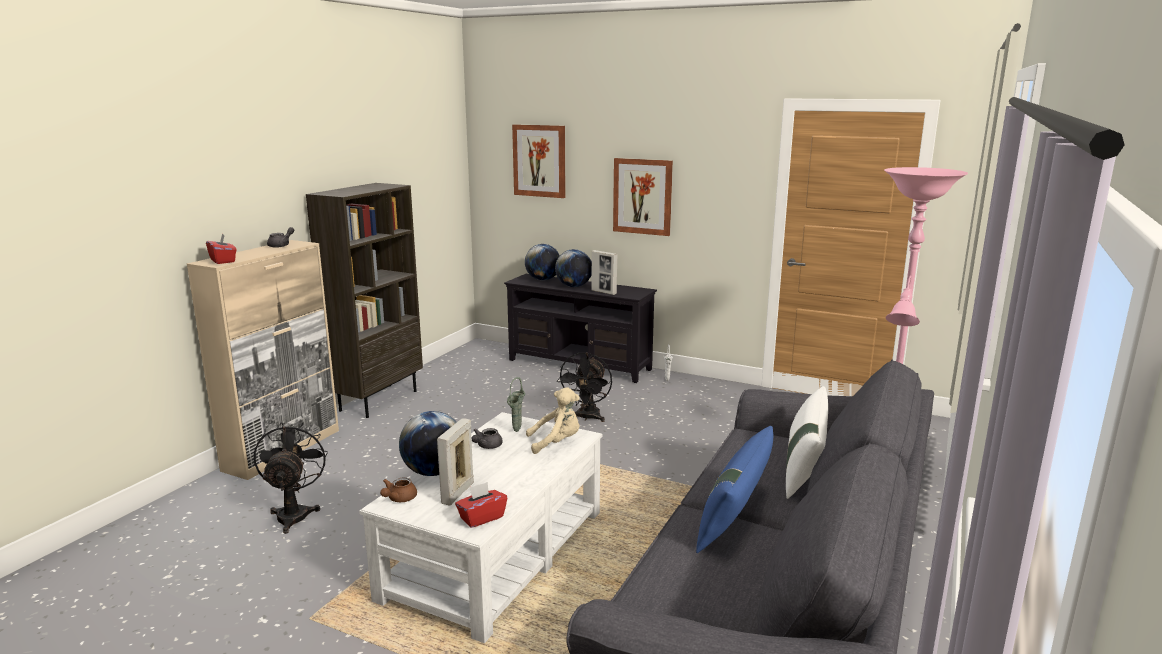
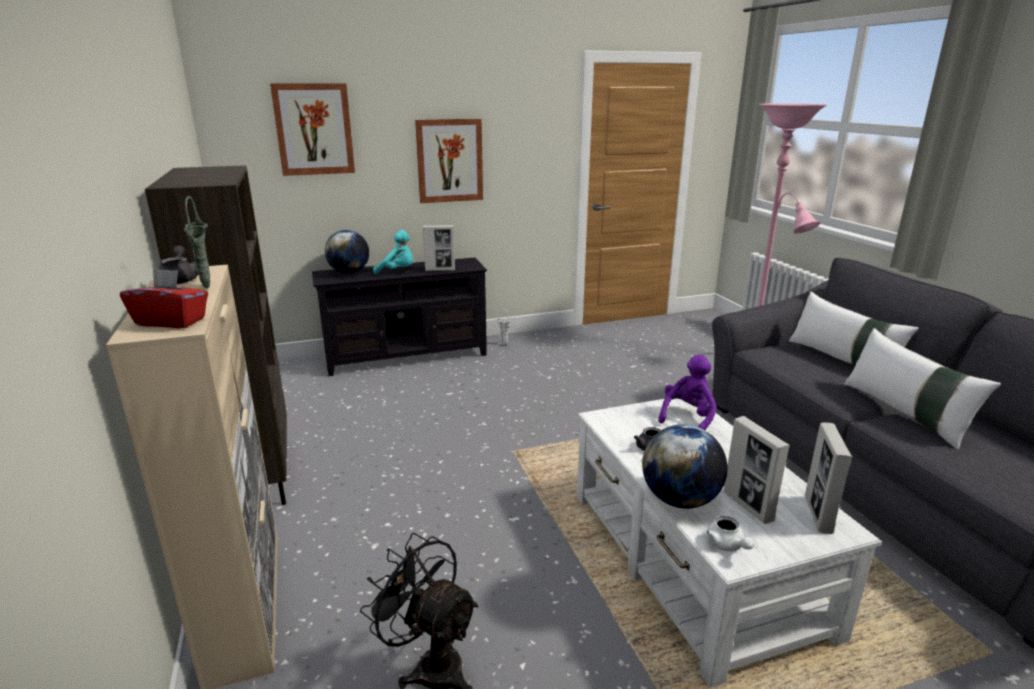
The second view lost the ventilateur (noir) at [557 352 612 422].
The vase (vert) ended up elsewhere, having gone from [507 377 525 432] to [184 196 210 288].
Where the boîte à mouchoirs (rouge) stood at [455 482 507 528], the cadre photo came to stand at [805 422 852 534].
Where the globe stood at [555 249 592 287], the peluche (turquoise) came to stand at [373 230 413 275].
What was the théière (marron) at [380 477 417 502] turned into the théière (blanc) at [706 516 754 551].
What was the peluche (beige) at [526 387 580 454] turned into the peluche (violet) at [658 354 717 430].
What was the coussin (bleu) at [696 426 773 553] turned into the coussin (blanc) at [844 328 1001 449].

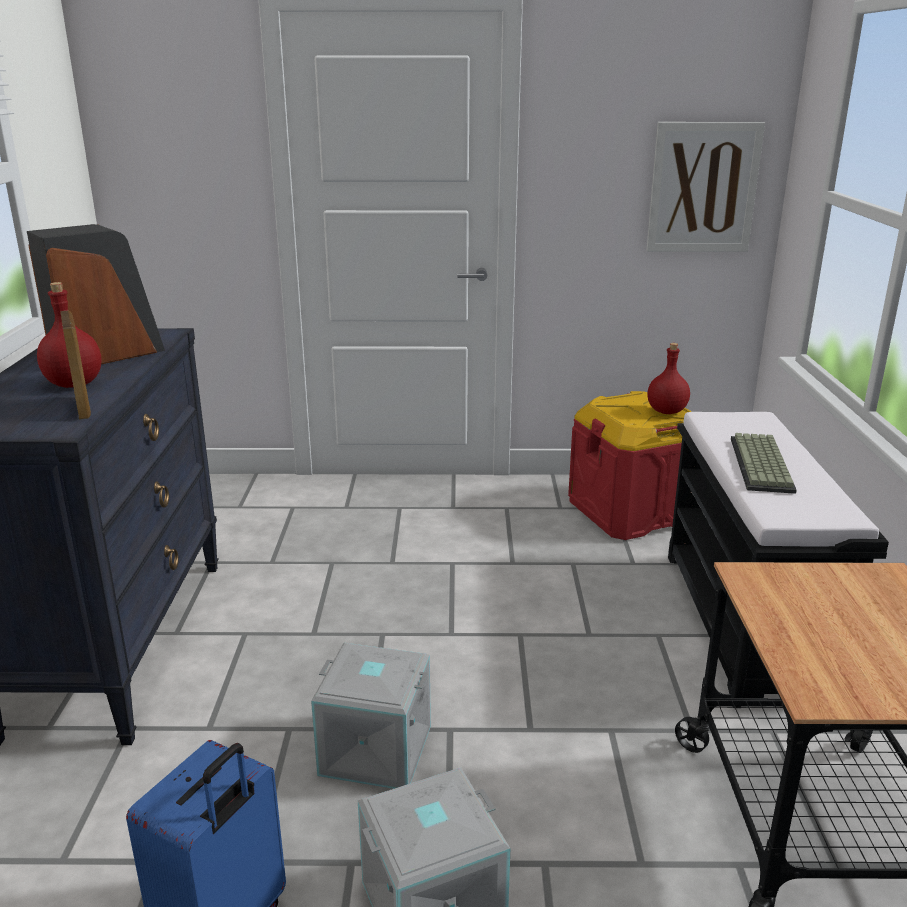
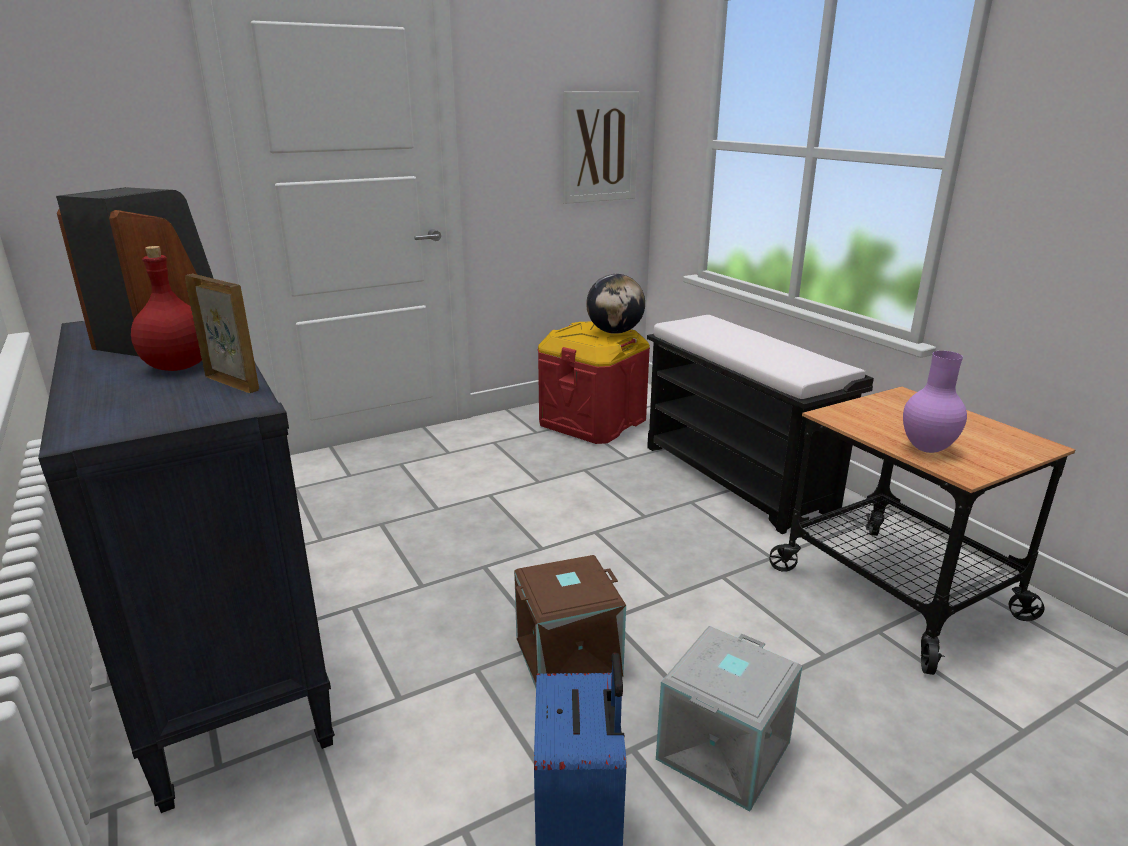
The second view lost the clavier at [731 433 797 494].
The second view gained the vase (violet) at [903 351 967 453].
Where the bouteille (rouge) stood at [648 343 690 414], the globe came to stand at [586 274 645 334].
What was the boîte de rangement (gris) at [311 643 431 789] turned into the boîte de rangement (marron) at [514 555 626 688].

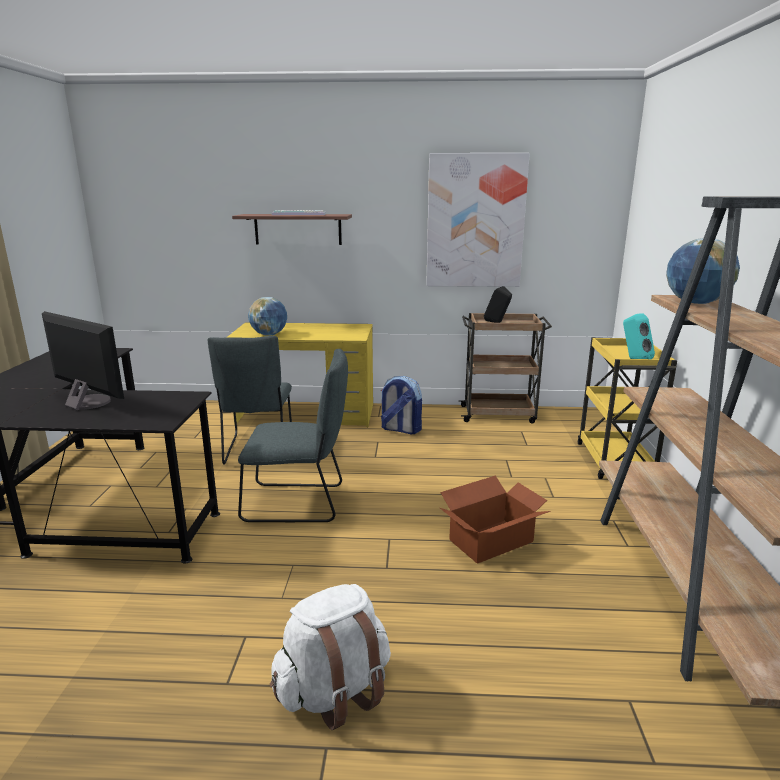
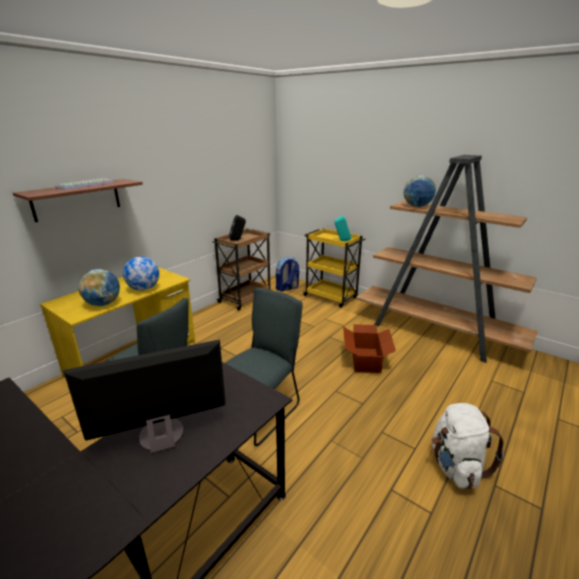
The second view lost the tableau at [426 153 530 287].
The second view gained the globe at [123 256 159 291].
The sac à dos ended up elsewhere, having gone from [381 376 422 434] to [276 257 299 292].

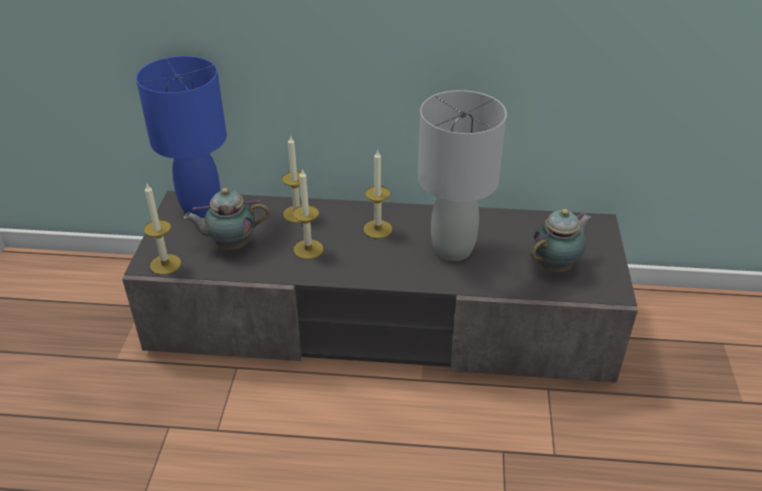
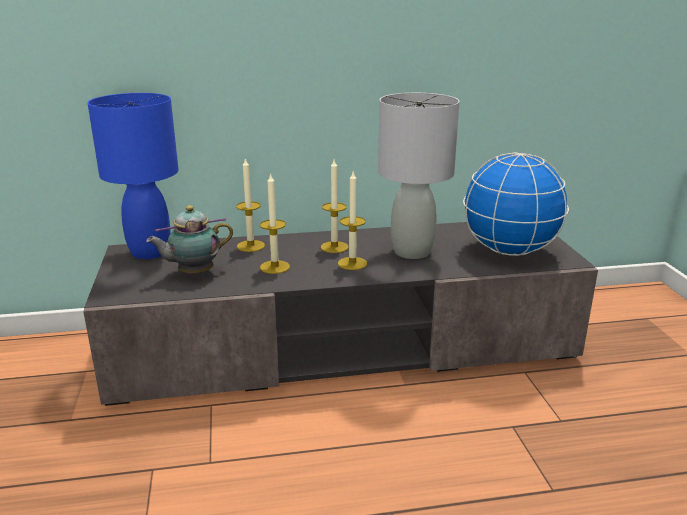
The bougie ended up elsewhere, having gone from [143 184 181 275] to [338 172 367 270].
Where the théière stood at [531 209 592 272], the globe came to stand at [463 152 569 256].

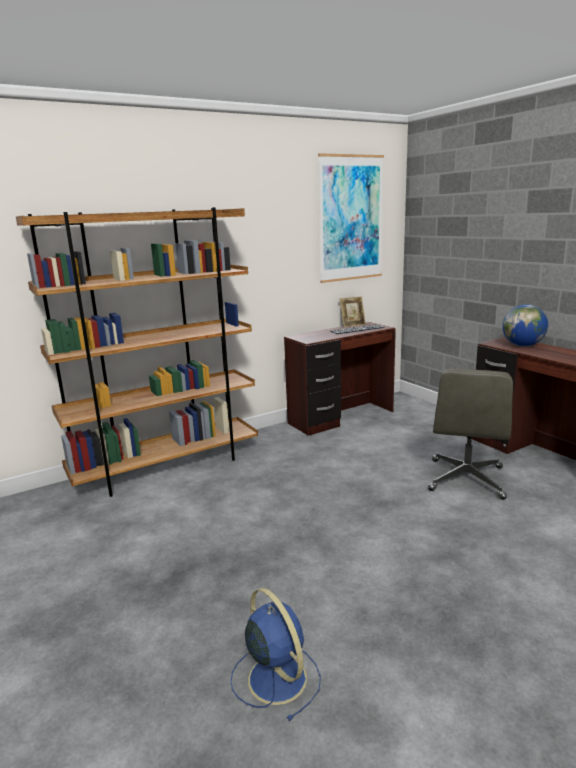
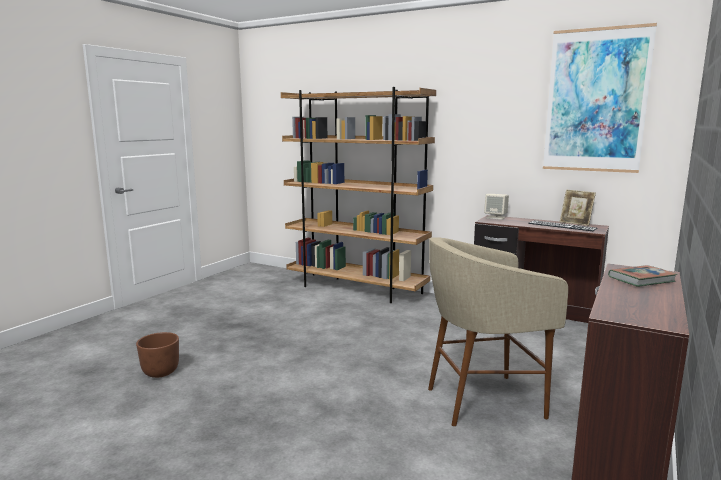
The second view gained the enceinte (beige) at [484 194 509 220].
Where the ventilateur (bleu) stood at [230 588 321 721], the cache-pot (marron) came to stand at [136 332 179 378].
Where the chaise de bureau (gris) stood at [428 369 513 500], the tabouret (beige) came to stand at [428 237 568 426].
Where the globe stood at [502 305 548 347], the livre came to stand at [608 265 677 287].

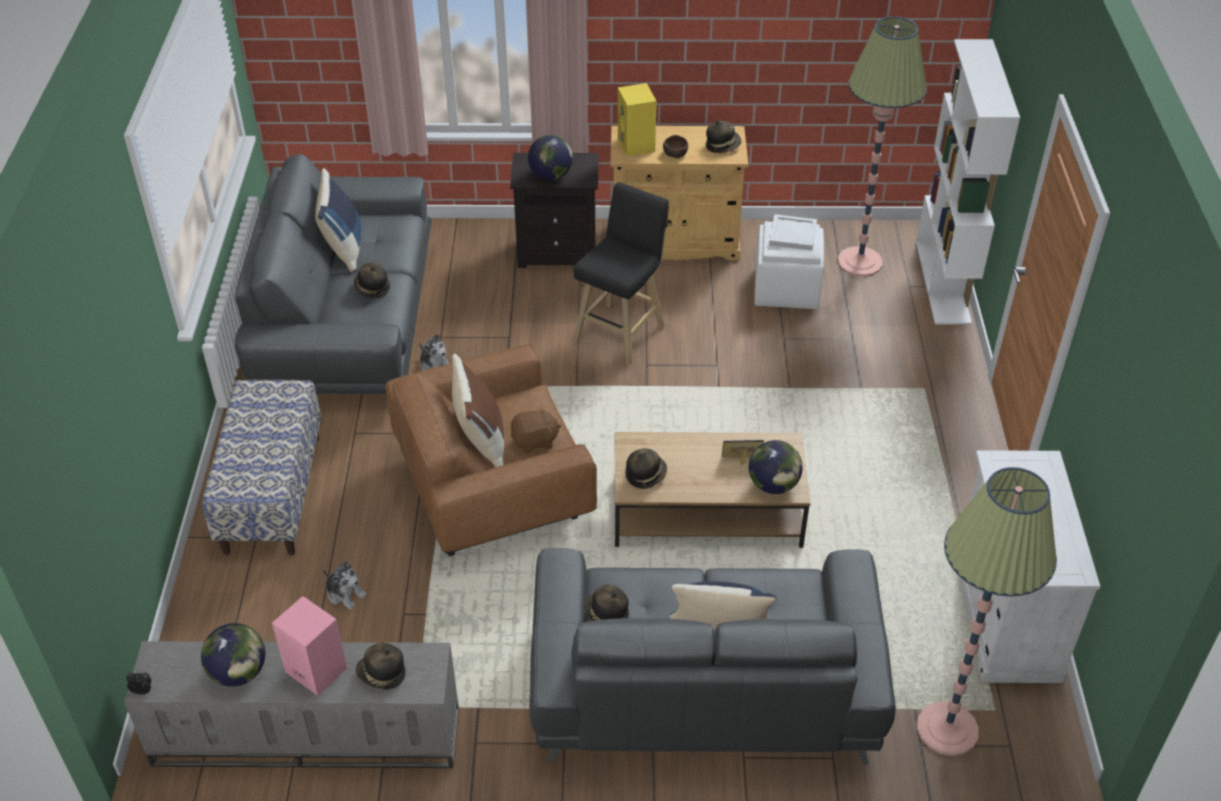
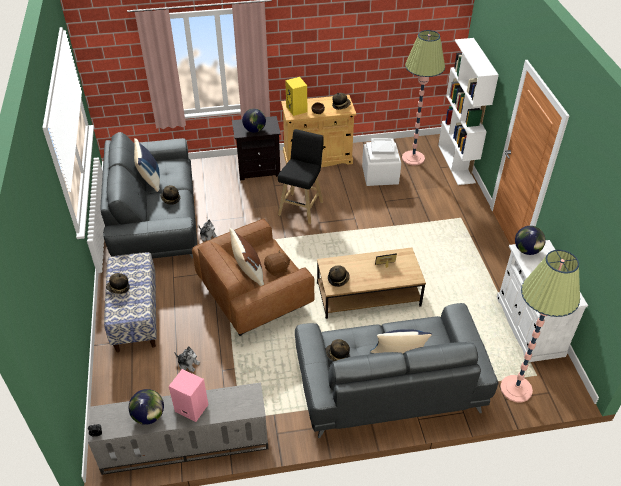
The chapeau ended up elsewhere, having gone from [356 643 406 690] to [106 273 130 294].
The globe ended up elsewhere, having gone from [749 440 803 494] to [515 226 546 255].

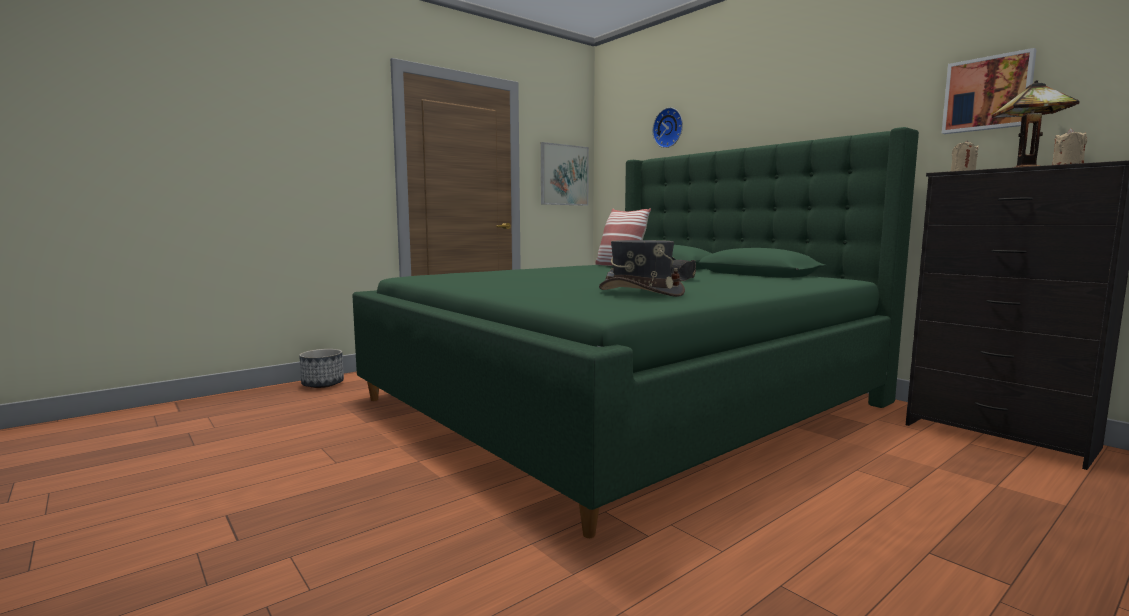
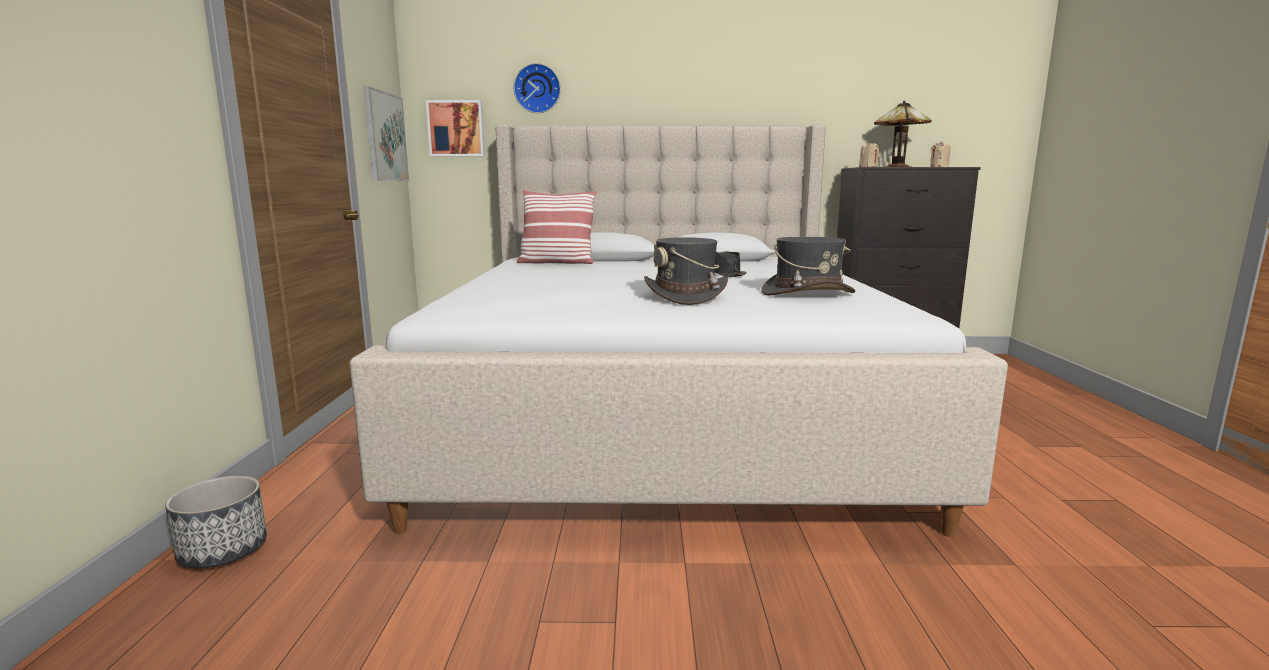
The second view gained the chapeau (gris) at [644 237 728 305].
The tableau ended up elsewhere, having gone from [942 48 1036 134] to [426 100 485 157].
What was the lit (vert) at [352 127 919 538] turned into the lit (beige) at [350 125 1008 537].

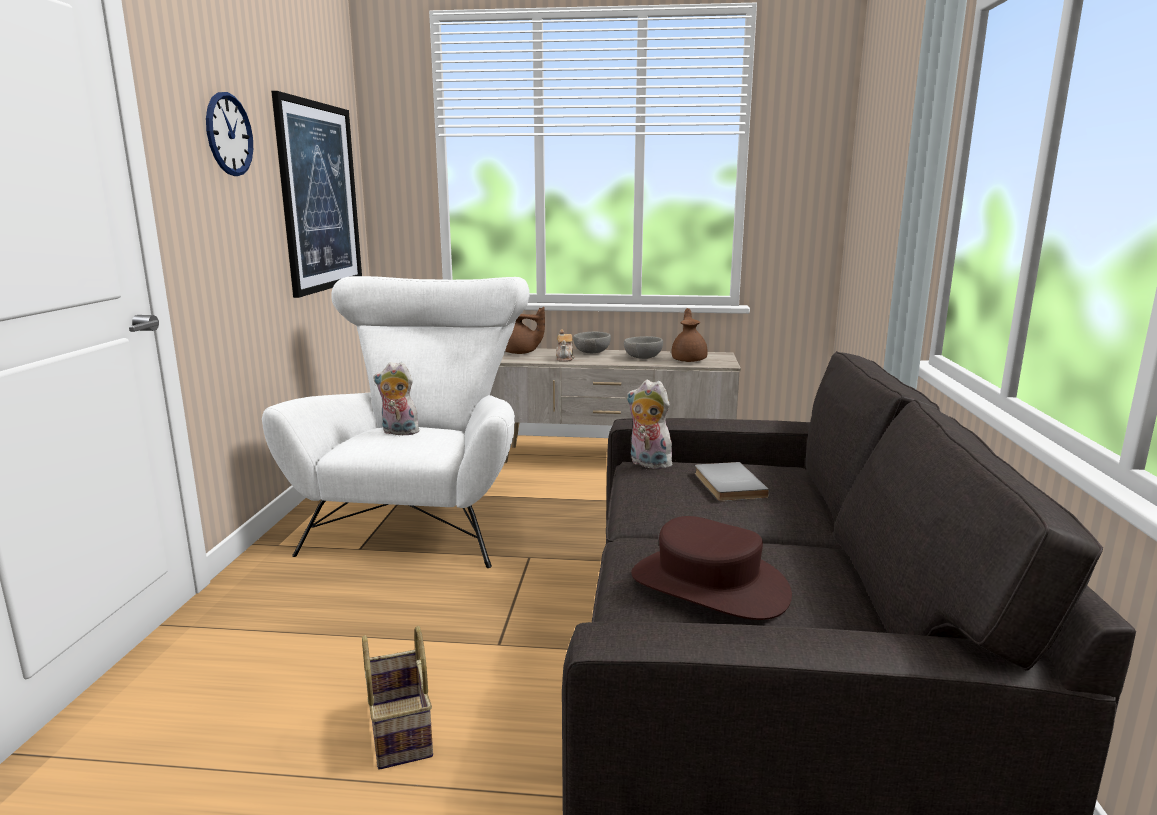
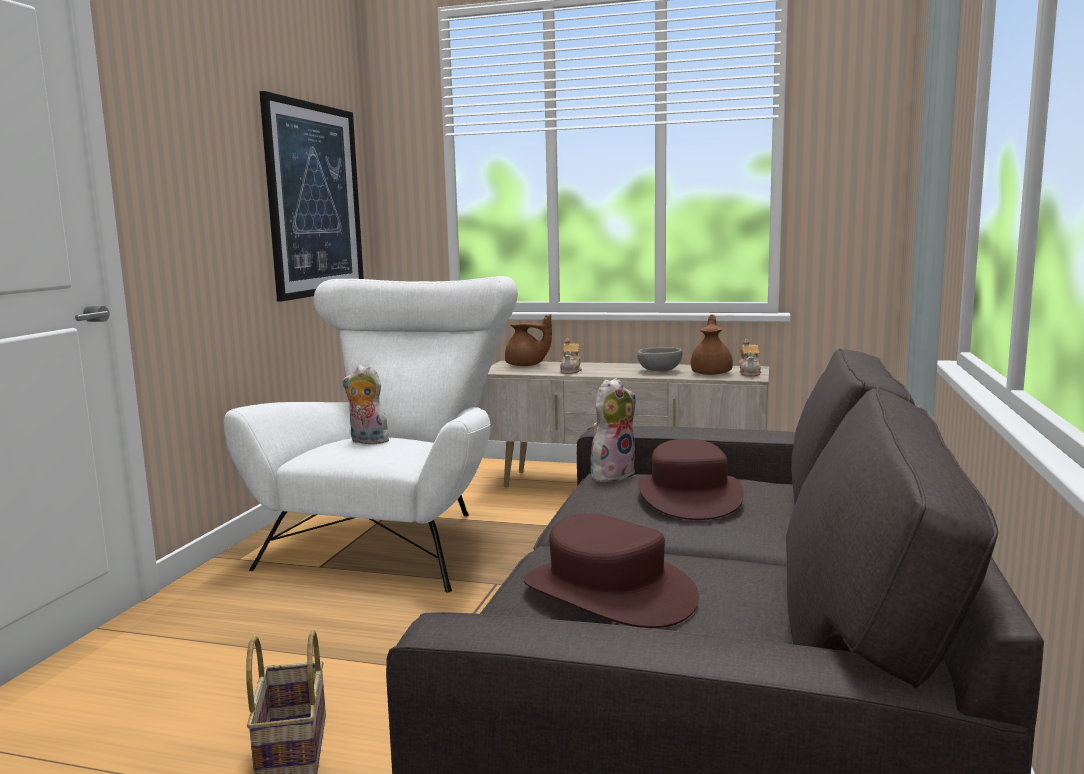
The second view lost the horloge murale at [206 92 253 176].
The second view lost the bol (gris) at [573 332 611 354].
The second view gained the théière at [739 339 762 376].
Where the livre (gris) stood at [695 462 769 501], the chapeau (marron) came to stand at [638 439 744 520].
The peluche at [627 380 672 469] ended up facing another way, 90 degrees clockwise from before.

